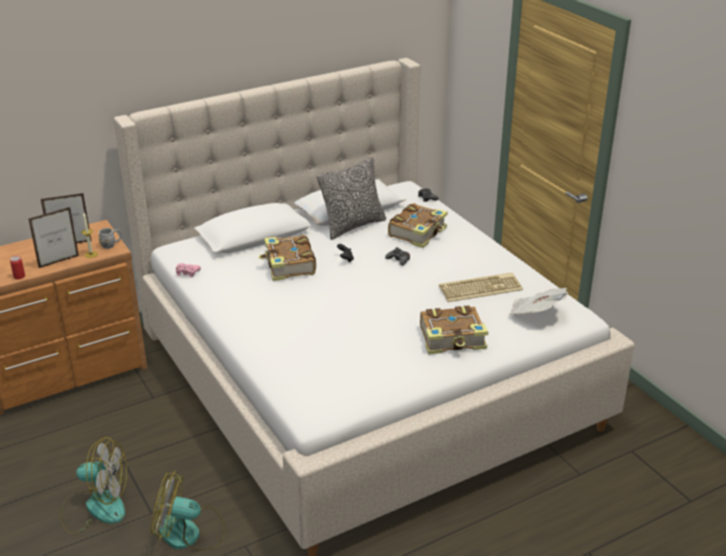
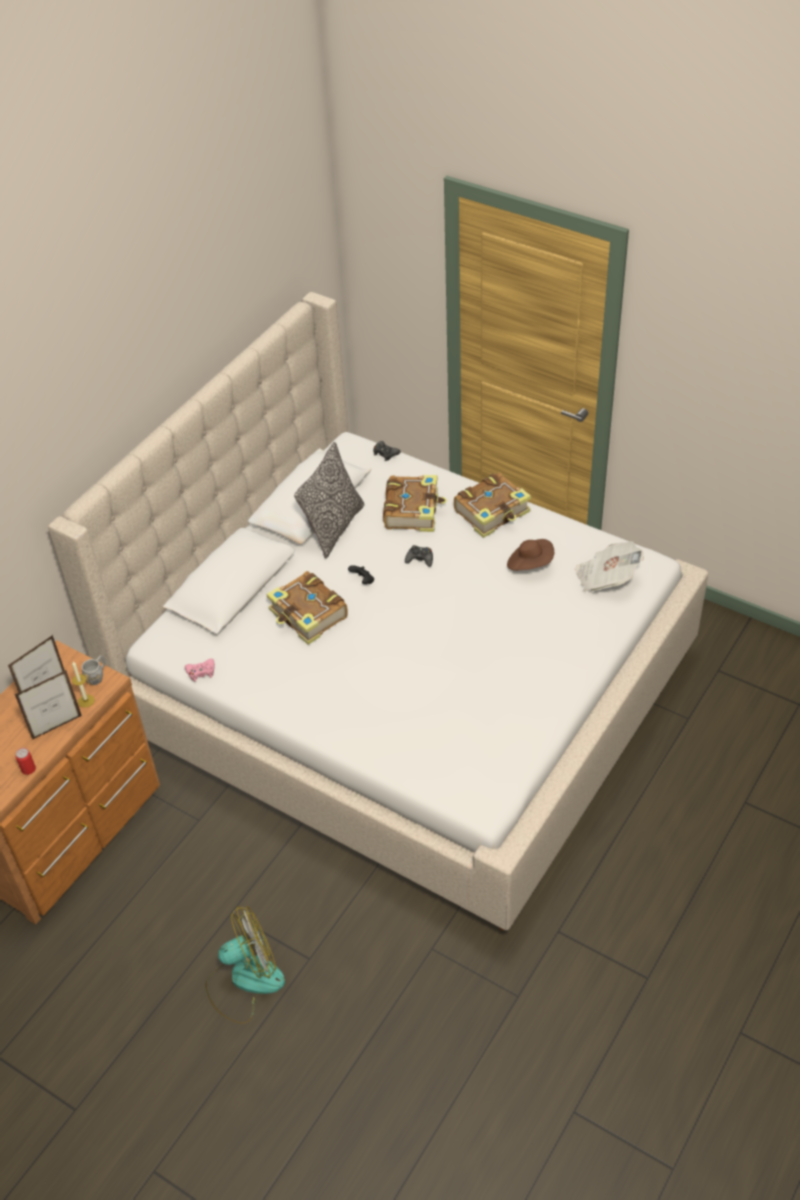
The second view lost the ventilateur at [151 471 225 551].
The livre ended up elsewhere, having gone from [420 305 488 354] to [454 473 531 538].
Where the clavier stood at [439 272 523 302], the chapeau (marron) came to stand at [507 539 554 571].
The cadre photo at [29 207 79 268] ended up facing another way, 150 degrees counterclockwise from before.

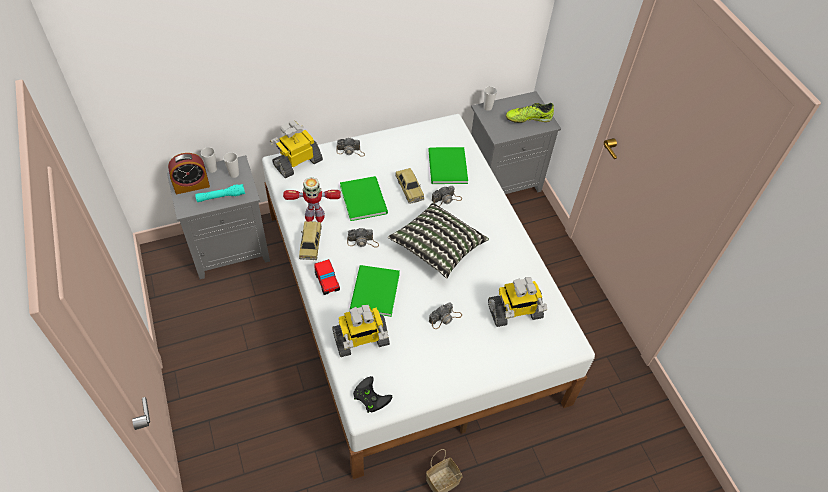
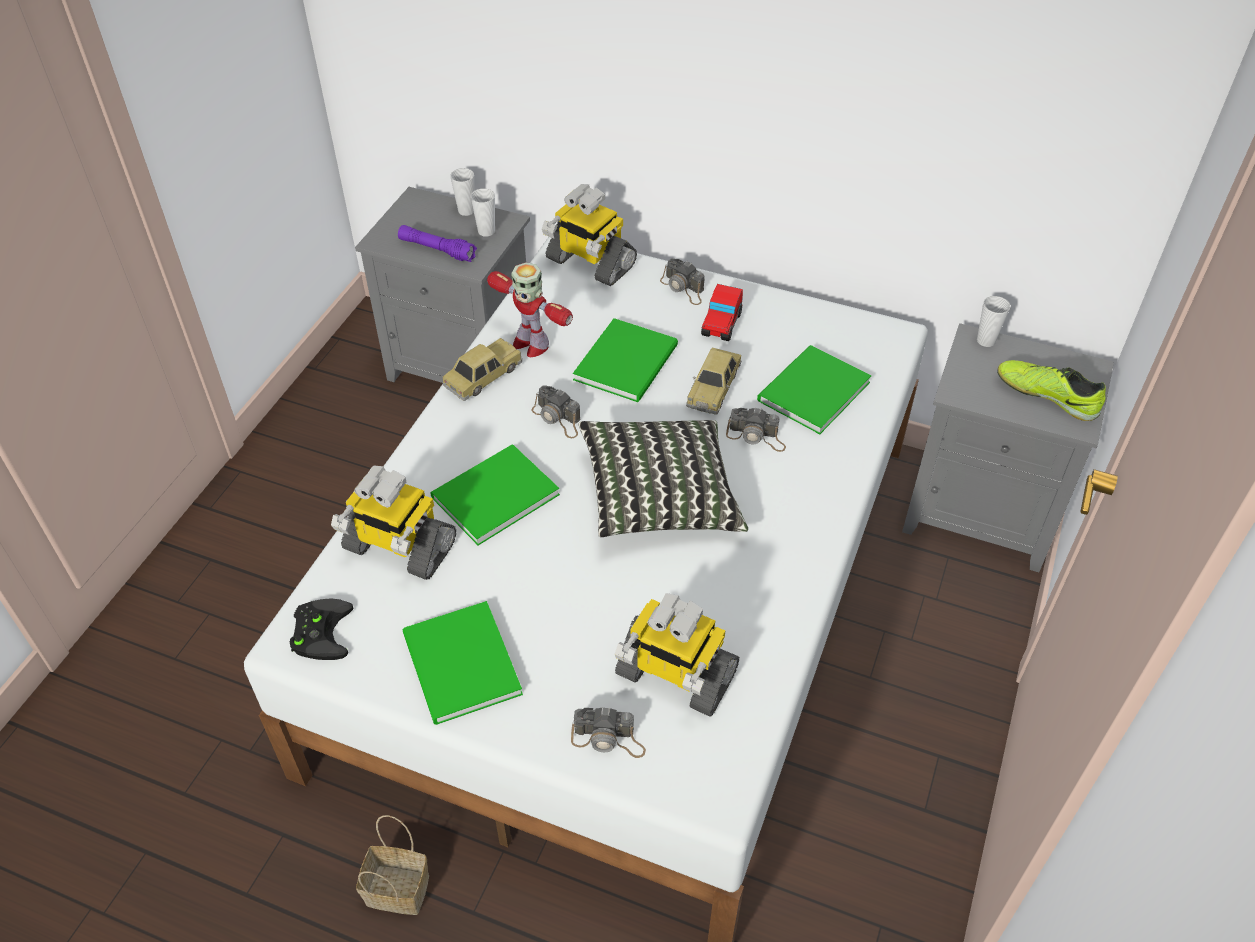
The second view lost the réveil at [168 153 210 194].
The second view gained the livre (vert) at [403 601 523 725].
The petite voiture ended up elsewhere, having gone from [314 259 340 295] to [701 284 743 341].
The appareil photo ended up elsewhere, having gone from [429 302 462 329] to [571 707 646 758].
What was the lampe de poche (turquoise) at [195 184 245 202] turned into the lampe de poche (violet) at [398 225 477 262].
The robot jouet at [270 121 323 178] ended up facing another way, 150 degrees counterclockwise from before.

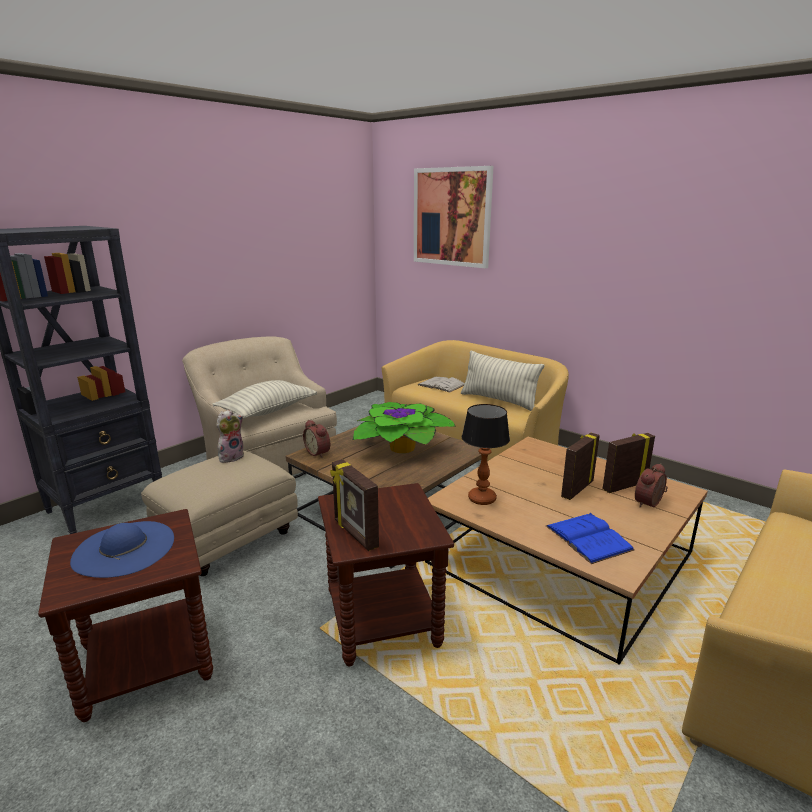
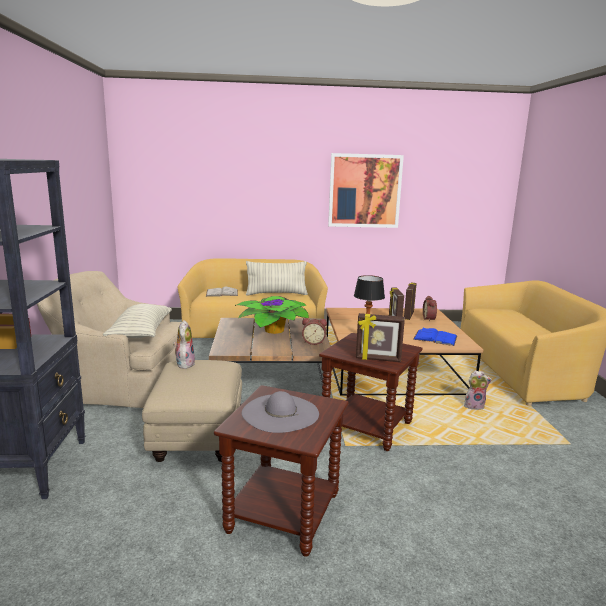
The second view gained the peluche at [464 370 492 410].
The réveil ended up elsewhere, having gone from [303 420 330 458] to [302 318 327 345].
The tableau ended up elsewhere, having gone from [414 166 494 269] to [328 153 404 228].
What was the chapeau (bleu) at [70 521 174 578] turned into the chapeau (gris) at [242 391 319 433].

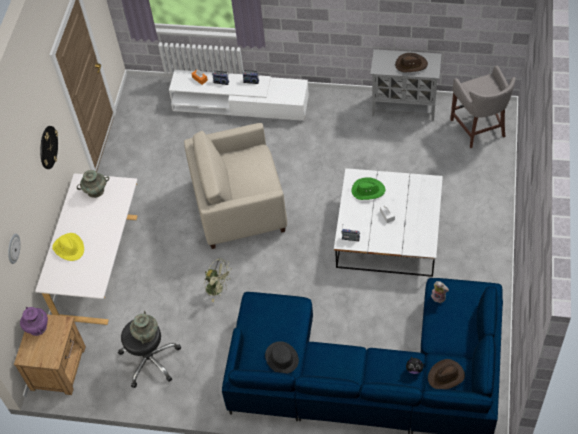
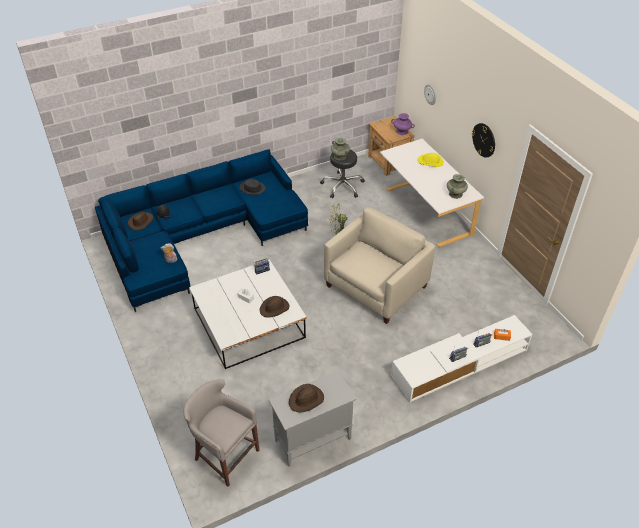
What was the chapeau (vert) at [352 177 385 200] turned into the chapeau (marron) at [260 296 289 318].

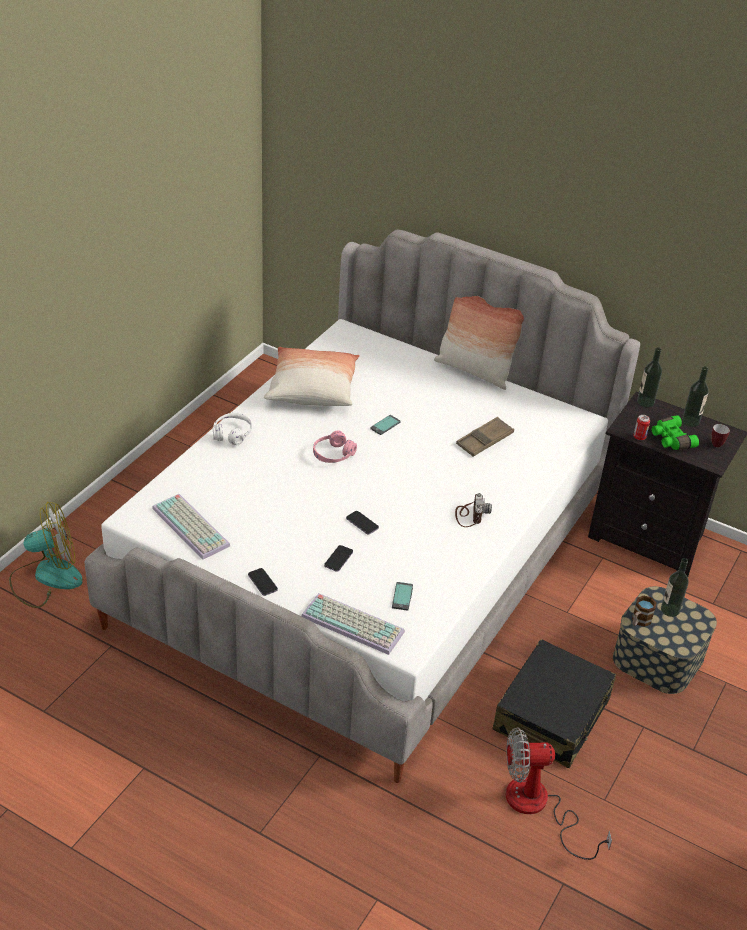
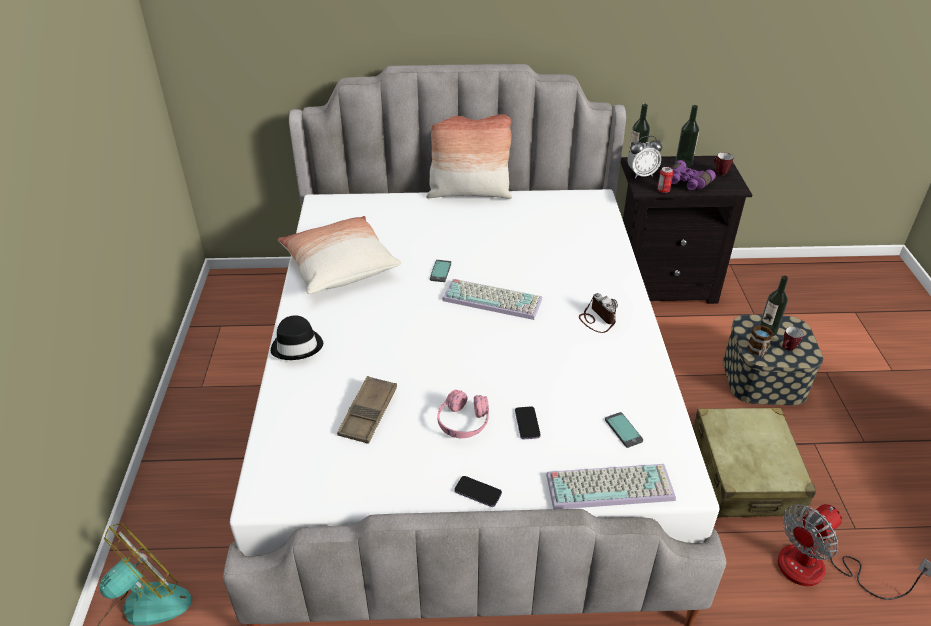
The second view lost the téléphone at [346 511 379 535].
The second view gained the réveil at [627 136 662 178].
The second view gained the mug at [782 327 803 351].
The clavier ended up elsewhere, having gone from [152 494 230 560] to [442 279 542 320].
The casque audio (rose) ended up elsewhere, having gone from [313 431 357 463] to [437 389 489 438].
The plateau (marron) ended up elsewhere, having gone from [456 417 514 457] to [337 376 397 444].
Where the casque audio (blanc) stood at [213 413 252 445], the chapeau (noir) came to stand at [271 316 323 360].
What was the valise (noir) at [492 639 616 768] turned into the valise (beige) at [693 408 816 518].
What was the jumelles (vert) at [652 415 699 450] turned into the jumelles (violet) at [671 160 716 190].

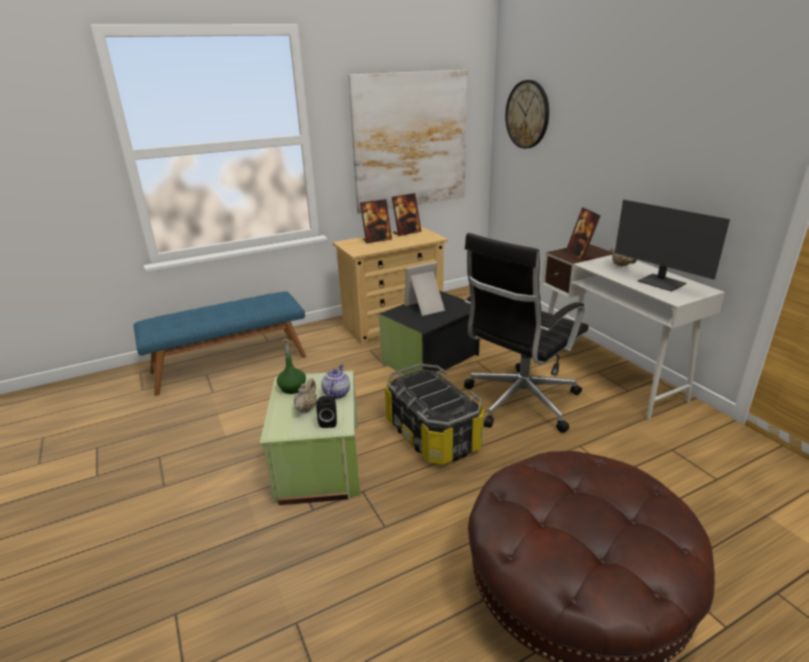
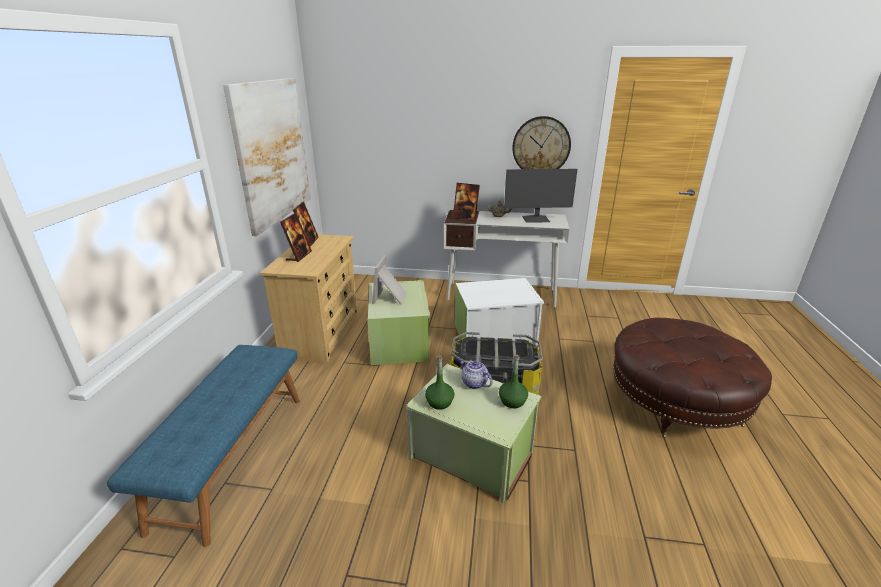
The second view lost the théière (beige) at [294 378 317 413].
The horloge murale ended up elsewhere, having gone from [505 80 549 149] to [512 116 571 169].
Where the enceinte (noir) stood at [316 396 337 428], the bouteille (vert) came to stand at [499 355 528 408].
Where the chaise de bureau (noir) stood at [464 233 589 433], the boîte de rangement (blanc) came to stand at [455 278 545 346].
What was the boîte de rangement (noir) at [379 290 480 375] turned into the boîte de rangement (vert) at [367 280 430 365].

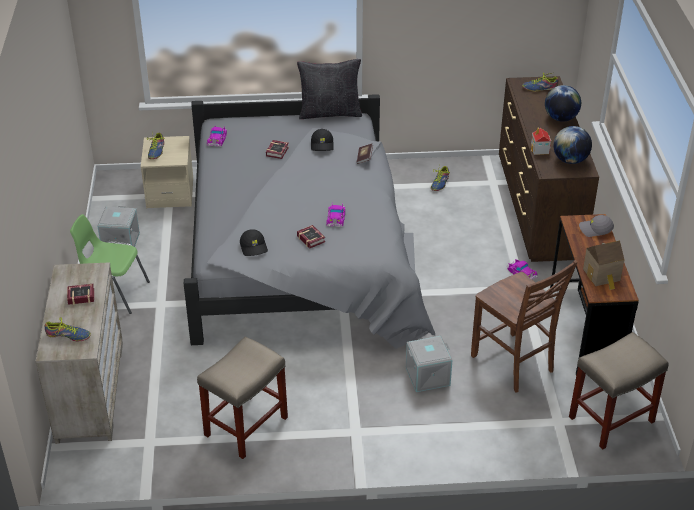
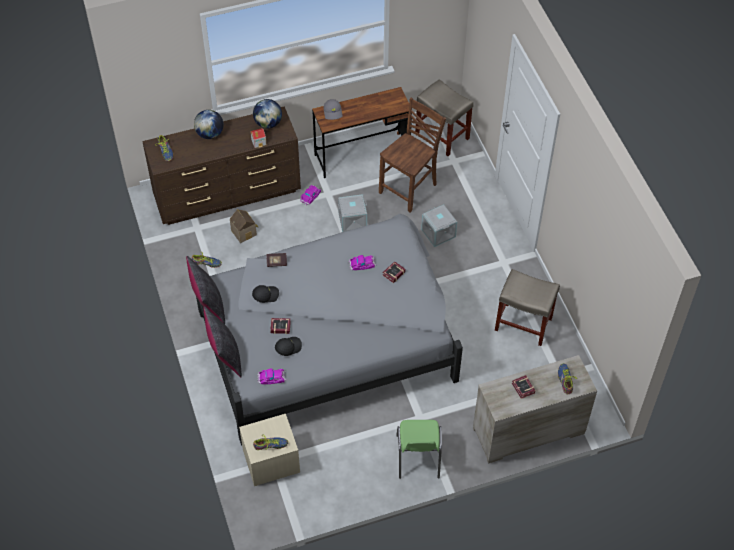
The second view gained the coussin (noir) at [204 306 242 377].
The boîte de rangement (gris) ended up elsewhere, having gone from [97 206 140 247] to [338 194 367 232].
The casquette (noir) ended up elsewhere, having gone from [240 229 268 256] to [275 337 302 356].
The maison miniature ended up elsewhere, having gone from [583 241 625 290] to [230 209 258 243].

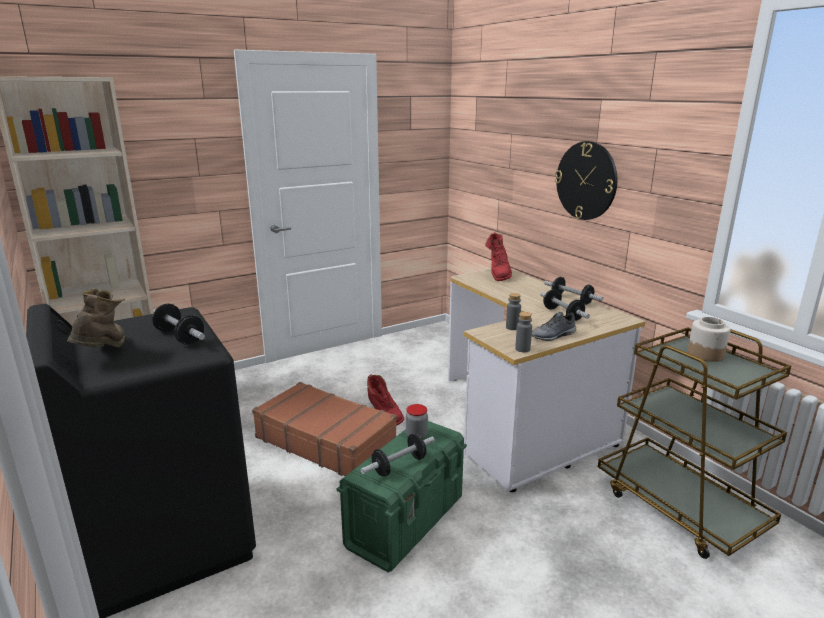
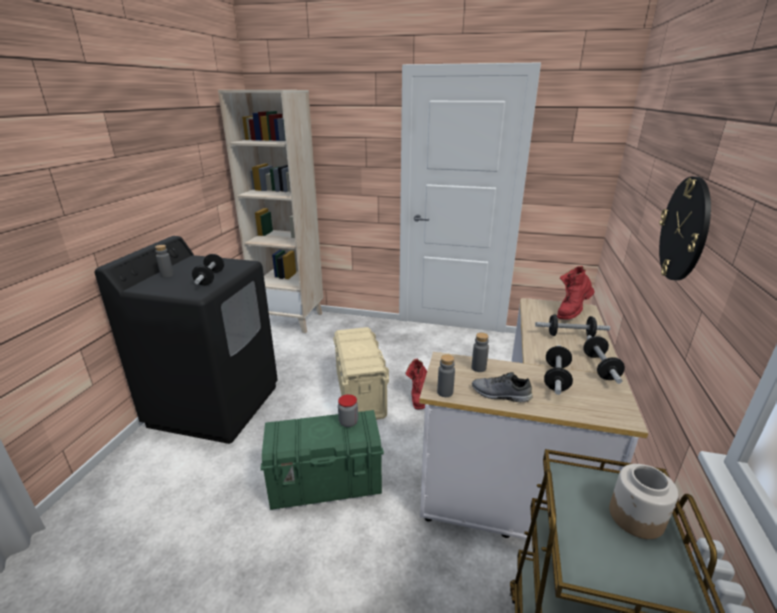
The haltère ended up elsewhere, having gone from [361 434 435 476] to [535 314 610 337].
Where the botte (marron) stood at [67 288 125 347], the bouteille (gris) came to stand at [155 245 174 278].
Where the valise (marron) stood at [252 382 397 476], the boîte de rangement (beige) came to stand at [333 327 389 420].

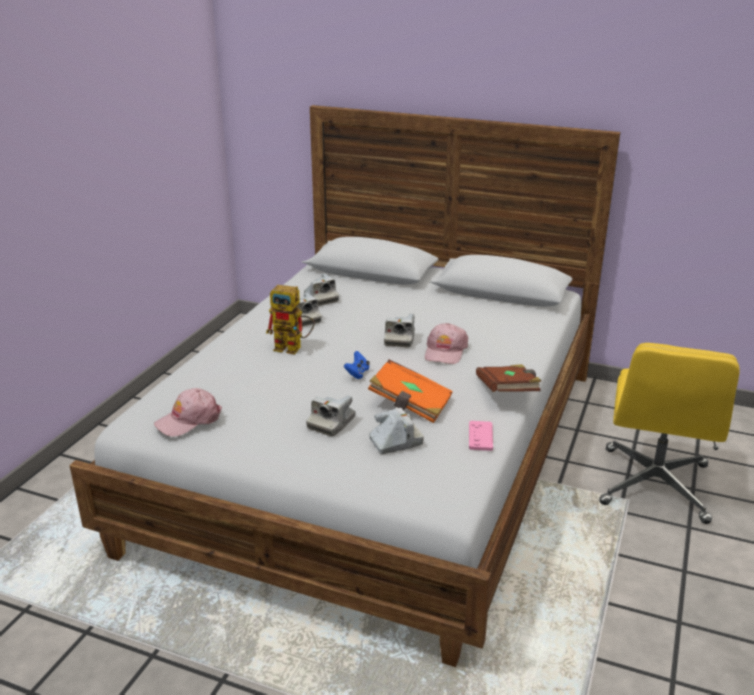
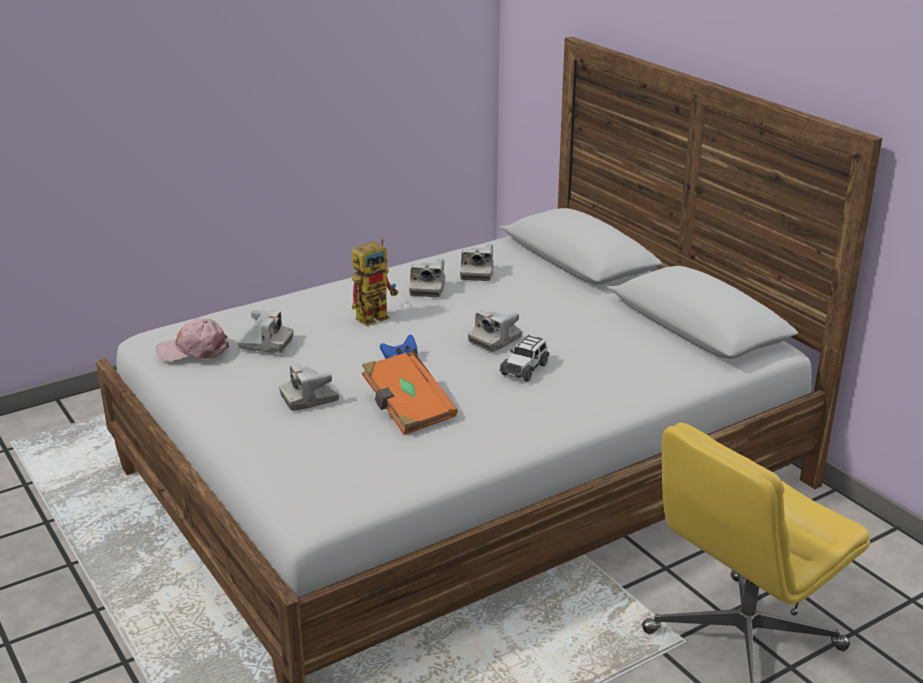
The second view lost the manette (rose) at [469 421 493 451].
The second view lost the livre (marron) at [476 364 541 392].
The appareil photo ended up elsewhere, having gone from [369 408 424 454] to [237 310 294 353].
Where the casquette (rose) stood at [425 323 468 364], the petite voiture came to stand at [500 335 549 382].
The robot jouet at [266 285 315 354] ended up facing another way, 90 degrees counterclockwise from before.

